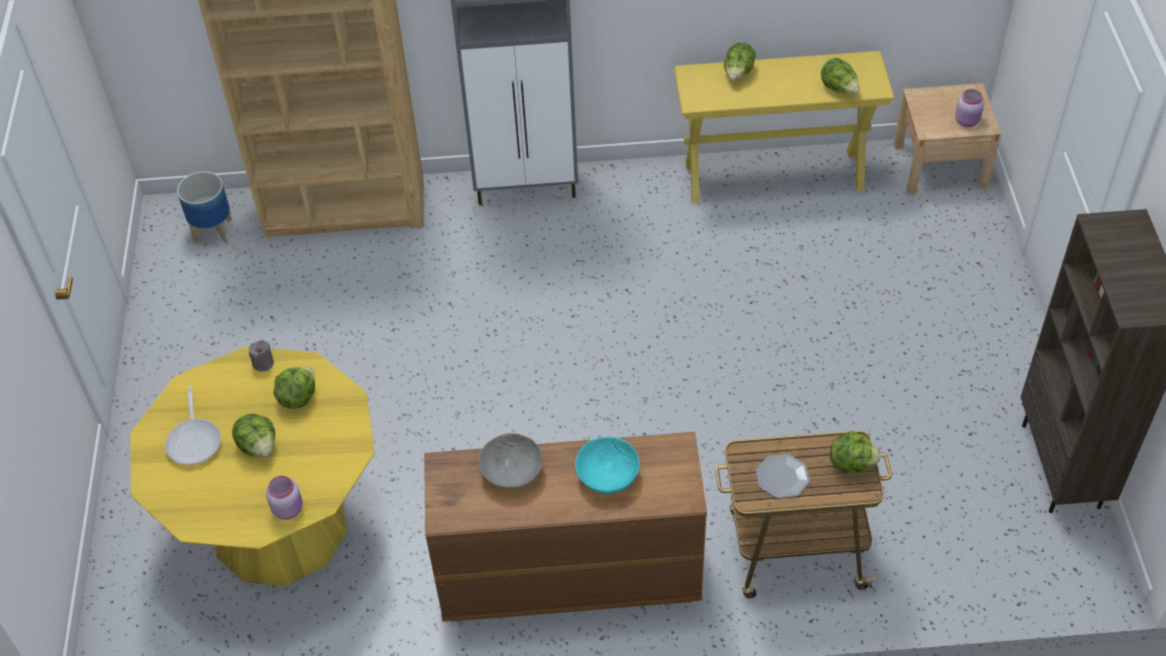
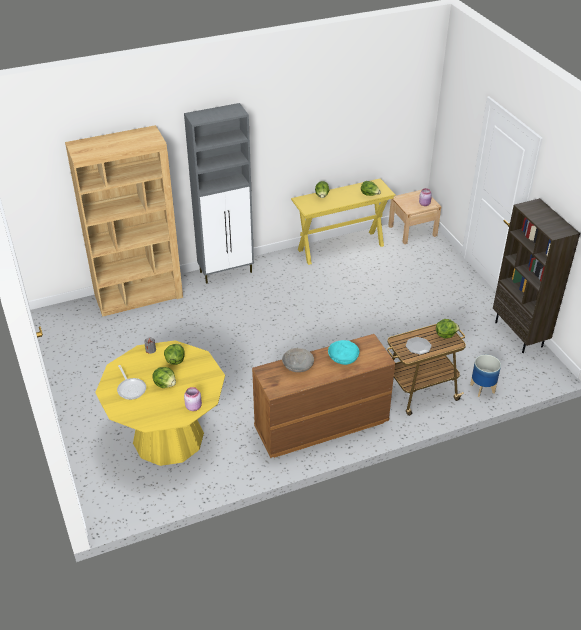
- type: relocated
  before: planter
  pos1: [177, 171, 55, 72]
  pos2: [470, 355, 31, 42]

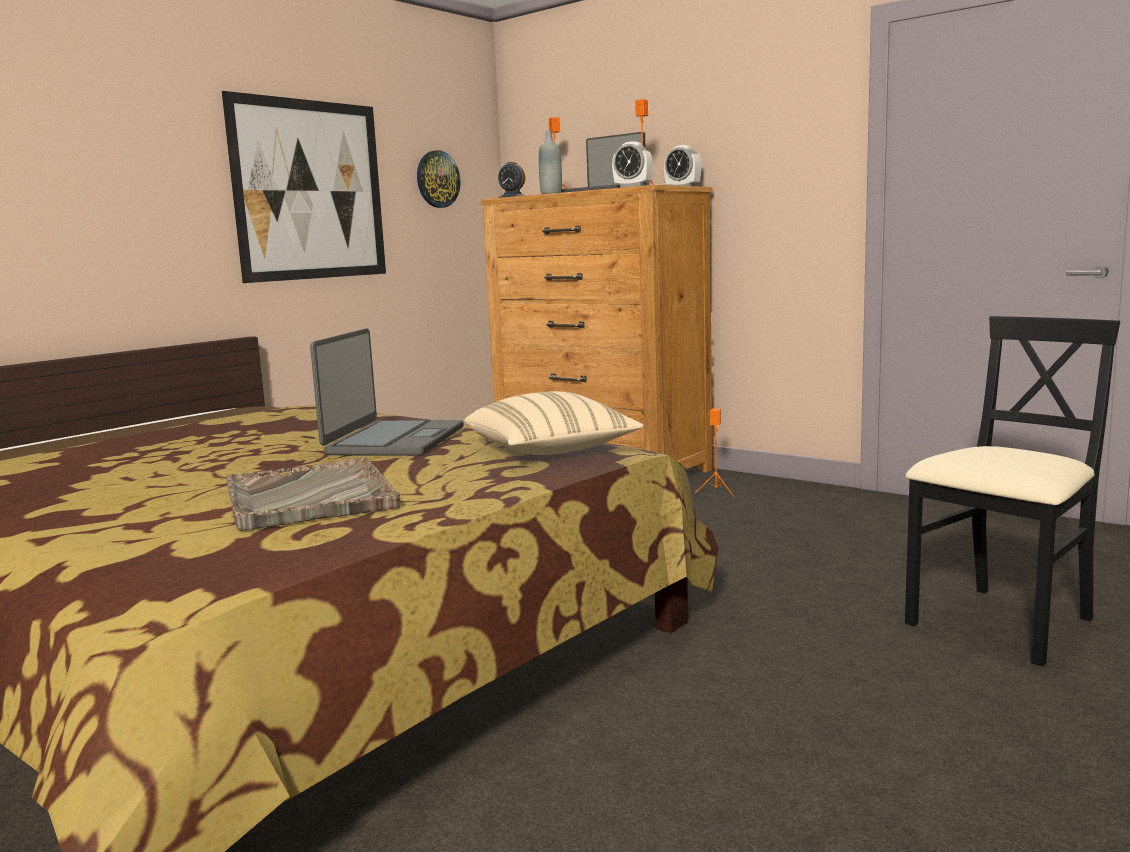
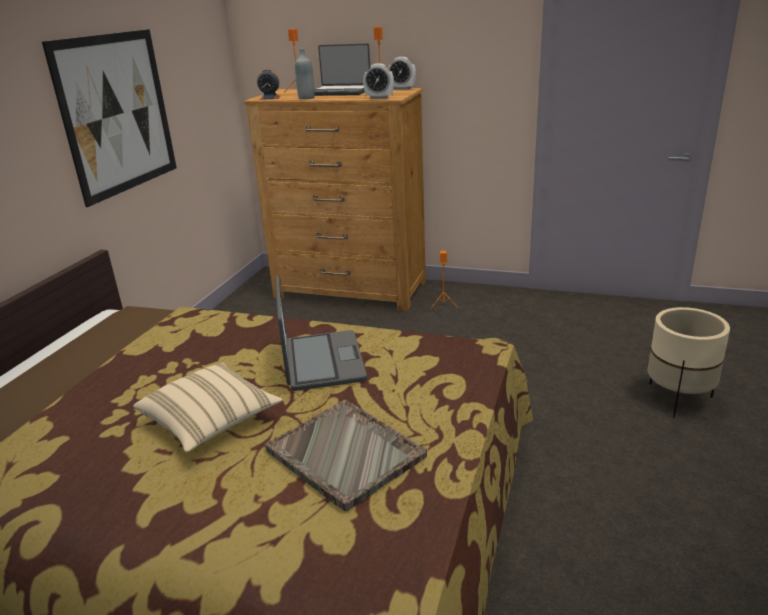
- type: relocated
  before: beige pillow
  pos1: [464, 391, 180, 64]
  pos2: [133, 363, 150, 89]
- type: exchanged
  before: black chair
  after: beige planter
  pos1: [905, 316, 215, 350]
  pos2: [647, 307, 83, 111]
- type: missing
  before: wall clock
  pos1: [417, 150, 43, 58]

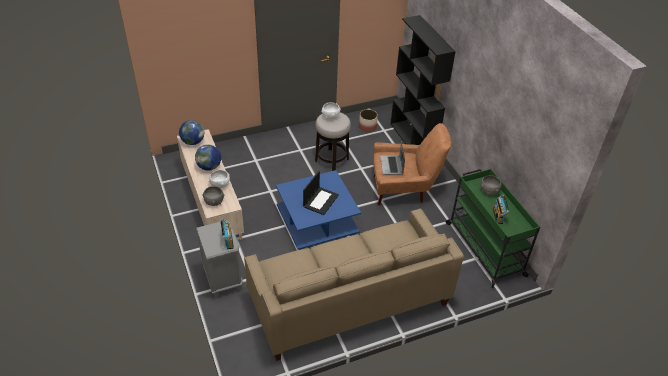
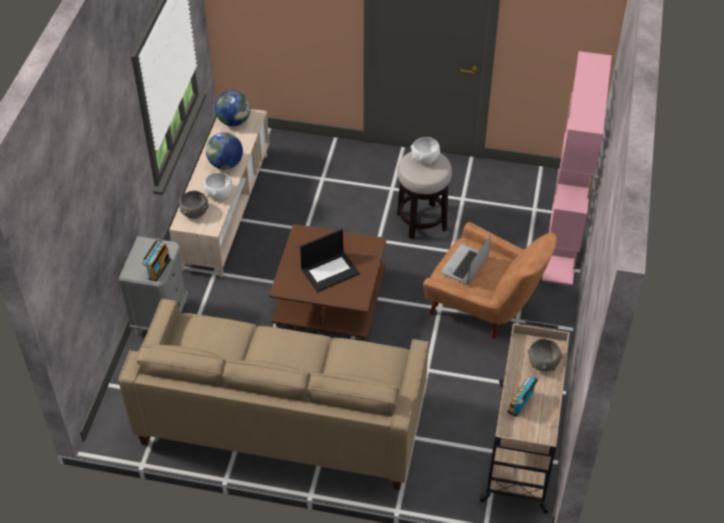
- type: colour
  before: blue coffee table
  after: brown coffee table
  pos1: [276, 170, 85, 80]
  pos2: [269, 224, 118, 116]
- type: colour
  before: green cart
  after: beige cart
  pos1: [446, 169, 94, 119]
  pos2: [479, 321, 91, 193]
- type: colour
  before: black bookcase
  after: pink bookcase
  pos1: [391, 15, 65, 130]
  pos2: [542, 51, 70, 234]
- type: missing
  before: planter
  pos1: [359, 109, 19, 23]

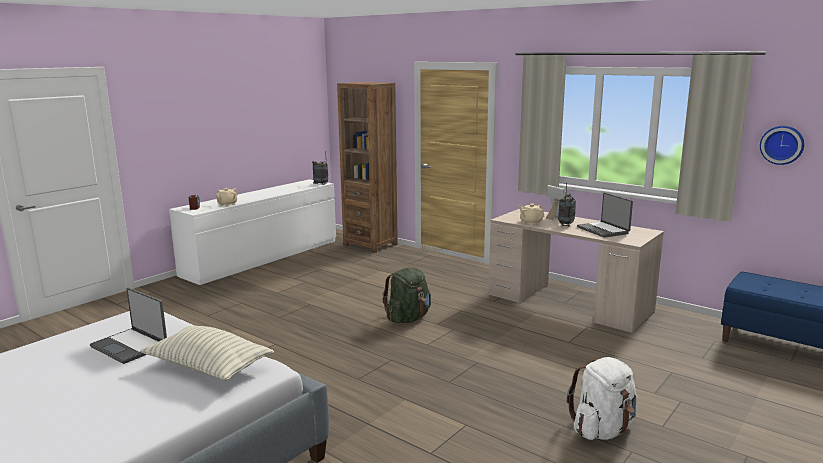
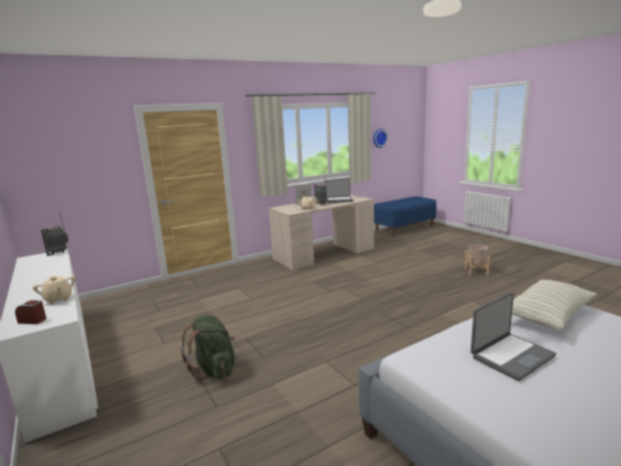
- type: relocated
  before: green backpack
  pos1: [382, 267, 49, 56]
  pos2: [181, 315, 54, 65]
- type: exchanged
  before: white backpack
  after: beige planter
  pos1: [567, 357, 71, 83]
  pos2: [465, 244, 25, 32]
- type: missing
  before: brown bookcase
  pos1: [337, 82, 61, 171]

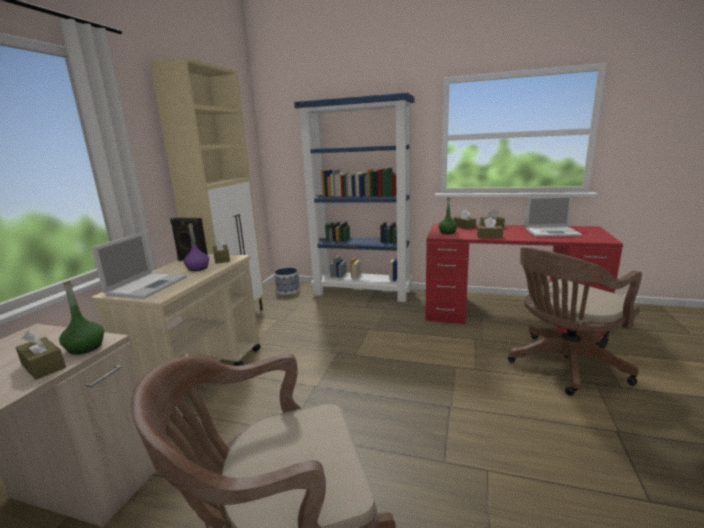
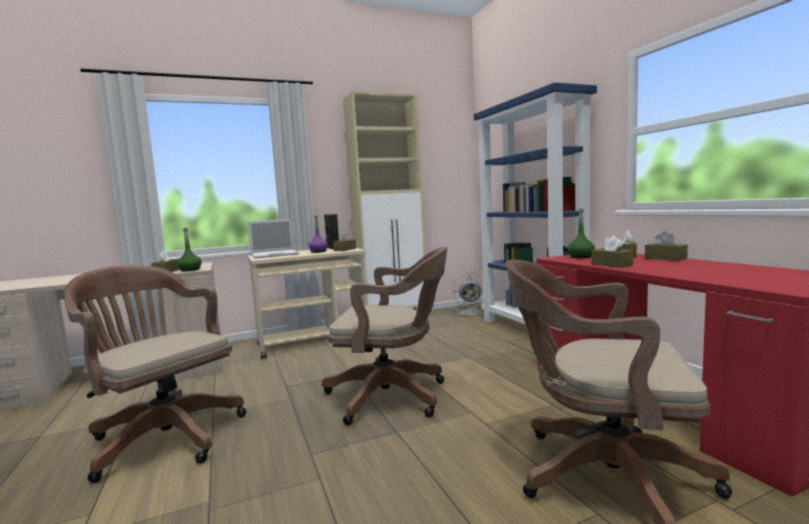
- type: appeared
  after: brown office chair
  pos2: [322, 247, 126, 178]
- type: exchanged
  before: planter
  after: grey fan
  pos1: [274, 268, 26, 27]
  pos2: [452, 273, 32, 43]
- type: missing
  before: laptop
  pos1: [525, 195, 57, 42]

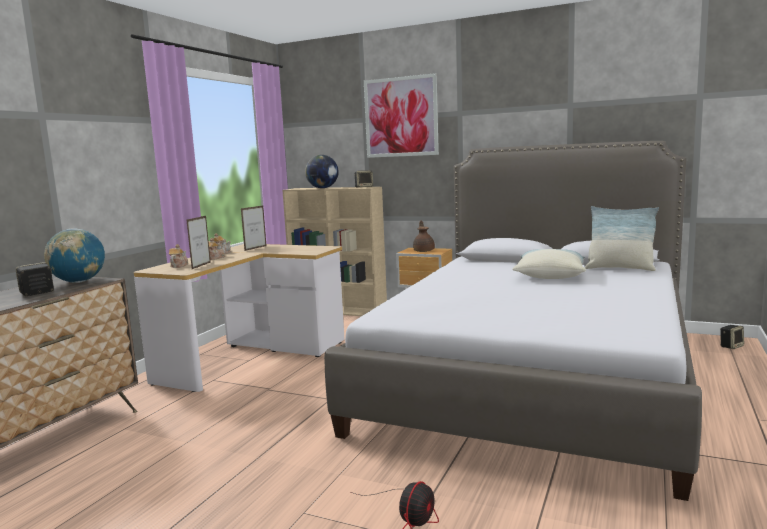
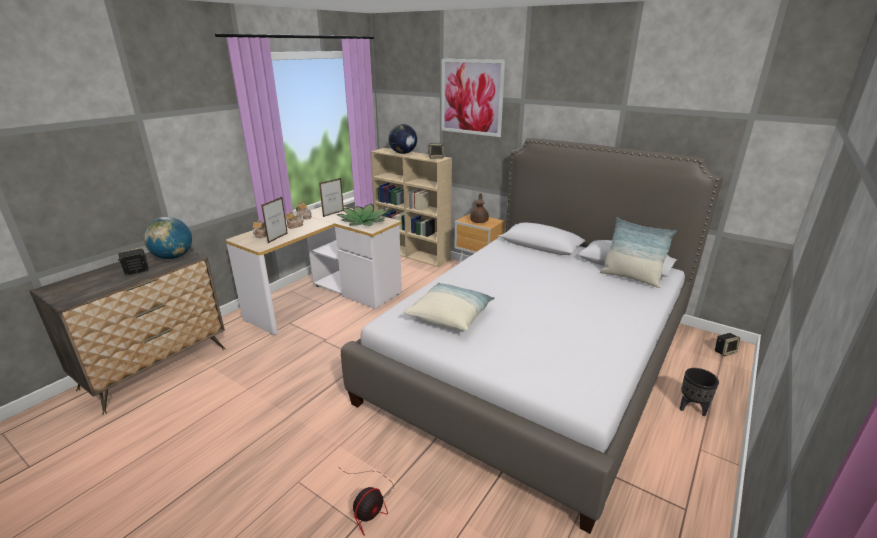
- type: appeared
  after: potted plant
  pos2: [337, 204, 52, 22]
- type: relocated
  before: pillow
  pos1: [512, 249, 74, 30]
  pos2: [403, 283, 92, 48]
- type: appeared
  after: black planter
  pos2: [680, 368, 39, 49]

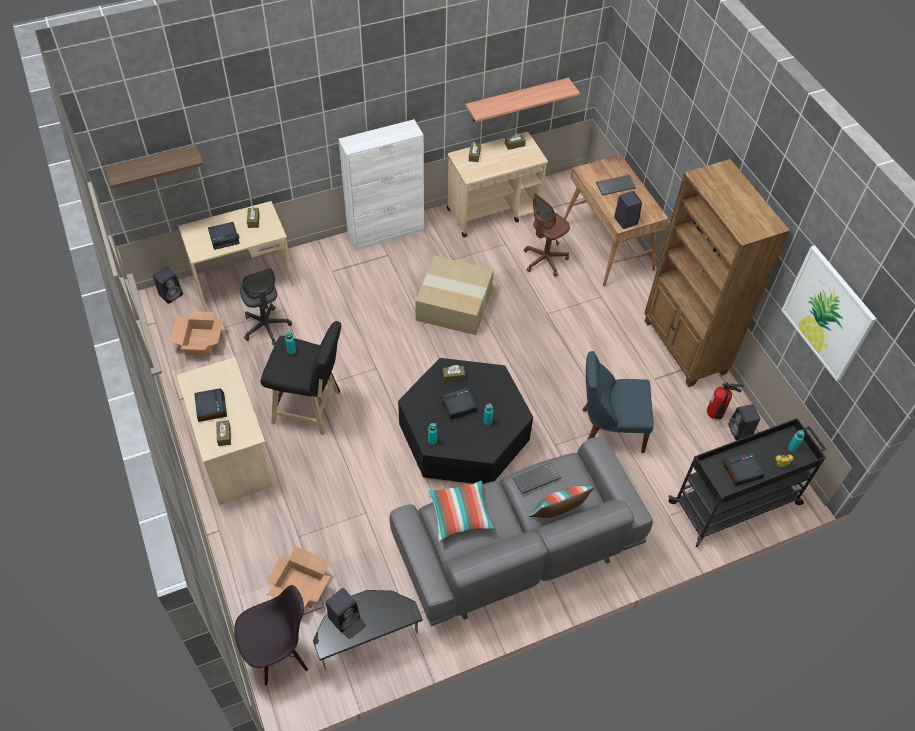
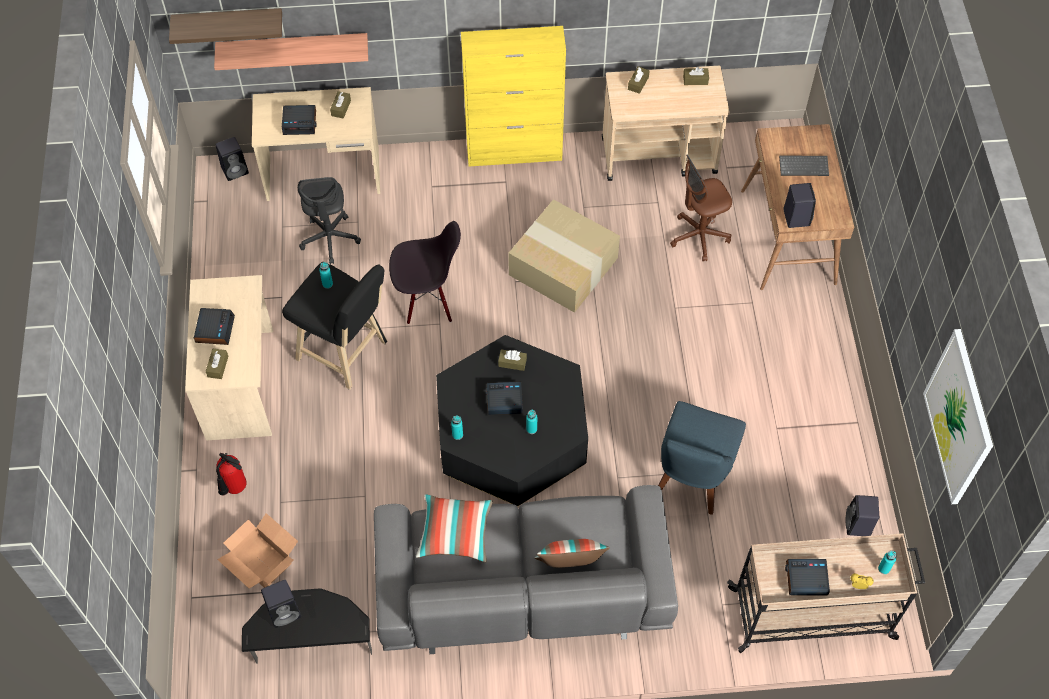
- type: relocated
  before: shelf
  pos1: [465, 78, 115, 44]
  pos2: [214, 33, 154, 37]
- type: relocated
  before: fire extinguisher
  pos1: [707, 382, 37, 37]
  pos2: [216, 453, 30, 42]
- type: relocated
  before: black chair
  pos1: [234, 585, 74, 101]
  pos2: [389, 221, 72, 103]
- type: colour
  before: white cabinet
  after: yellow cabinet
  pos1: [339, 119, 85, 132]
  pos2: [461, 26, 105, 140]
- type: spun
  before: blue chair
  pos1: [583, 351, 71, 102]
  pos2: [658, 401, 88, 114]
  turn: -90
- type: colour
  before: black cart
  after: beige cart
  pos1: [668, 418, 158, 129]
  pos2: [727, 533, 198, 120]
- type: missing
  before: cardboard box
  pos1: [170, 311, 54, 45]
- type: missing
  before: keyboard
  pos1: [513, 463, 48, 31]
- type: missing
  before: brown bookcase
  pos1: [644, 159, 146, 228]

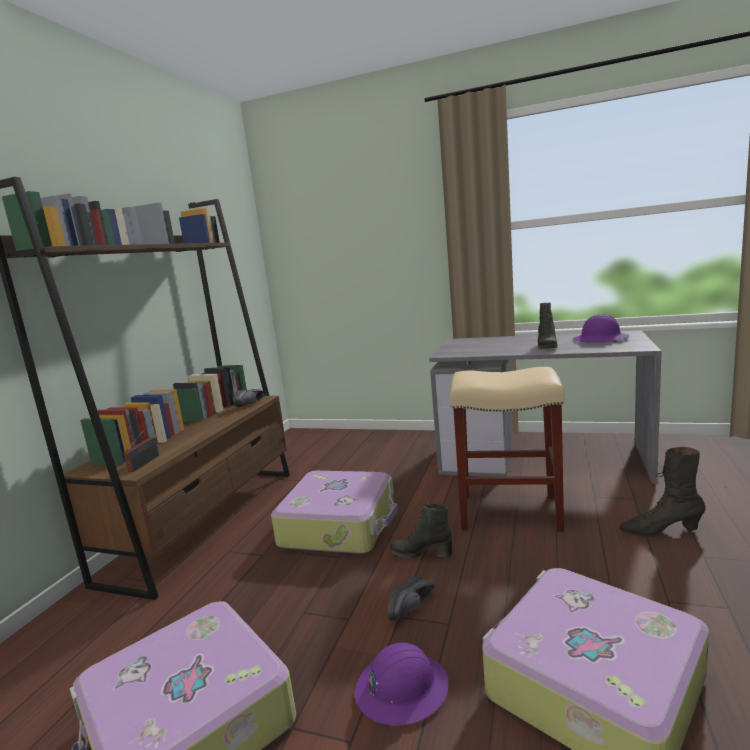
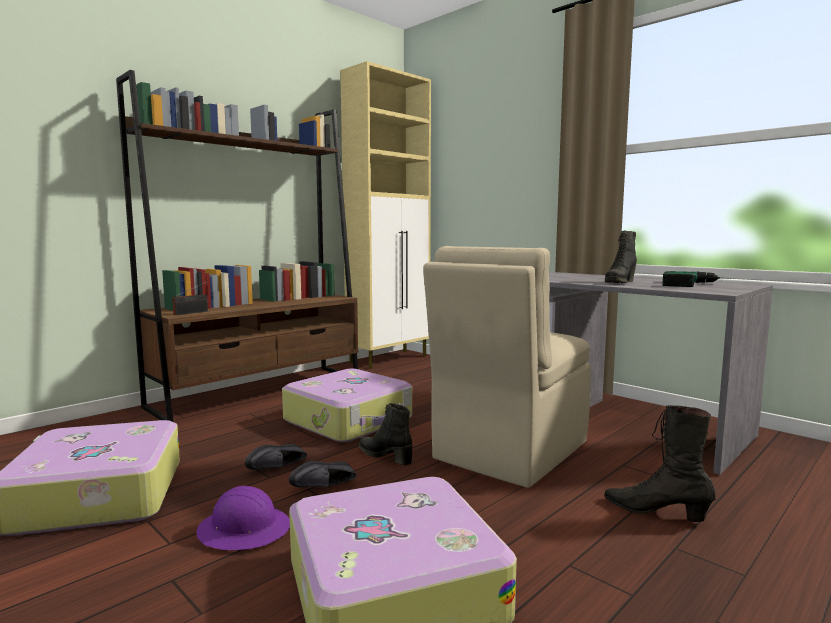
- type: relocated
  before: black shoe
  pos1: [233, 389, 34, 18]
  pos2: [245, 444, 62, 26]
- type: appeared
  after: beige cabinet
  pos2: [340, 61, 91, 308]
- type: exchanged
  before: beige stool
  after: beige chair
  pos1: [450, 367, 114, 165]
  pos2: [423, 246, 168, 242]
- type: exchanged
  before: purple hard hat
  after: power drill
  pos1: [573, 314, 56, 29]
  pos2: [662, 271, 70, 16]

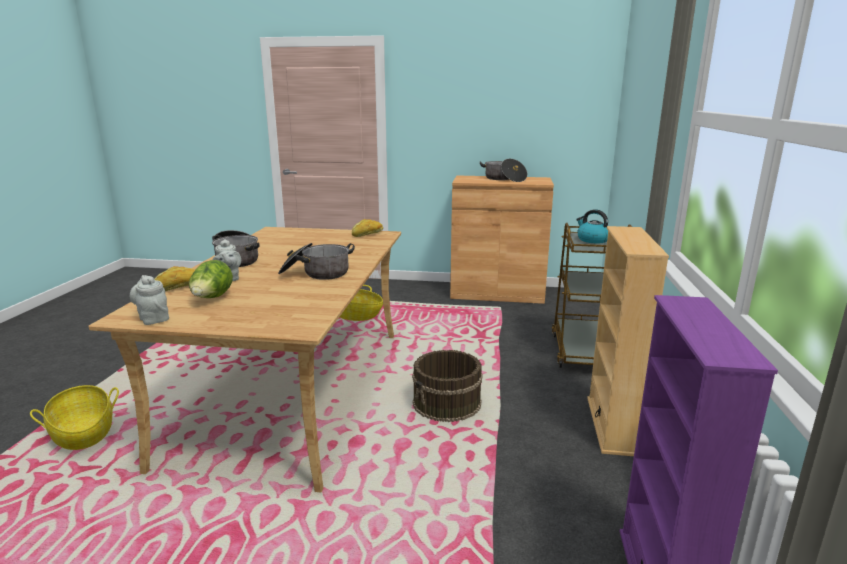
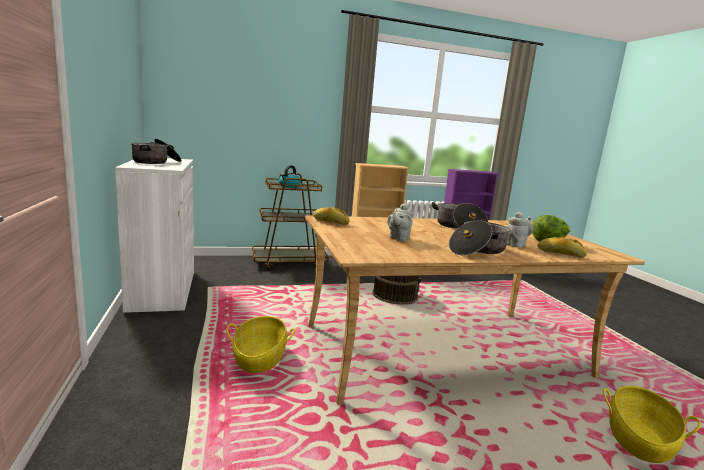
- type: colour
  before: brown cabinet
  after: white cabinet
  pos1: [450, 175, 104, 129]
  pos2: [115, 158, 79, 155]
- type: relocated
  before: grey teapot
  pos1: [130, 275, 39, 50]
  pos2: [387, 203, 26, 38]

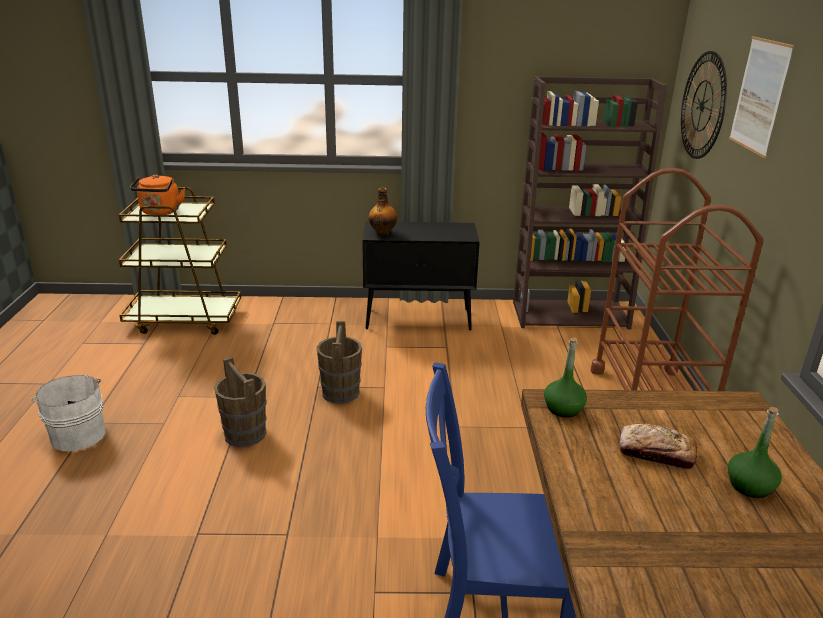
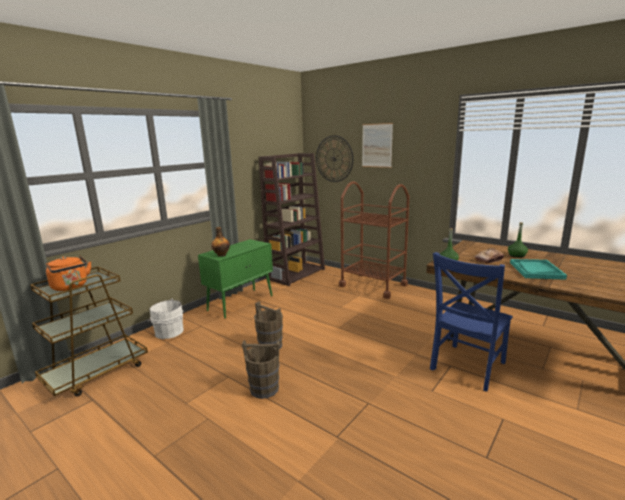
- type: relocated
  before: white bucket
  pos1: [31, 375, 75, 76]
  pos2: [149, 298, 35, 41]
- type: colour
  before: black cabinet
  after: green cabinet
  pos1: [362, 221, 118, 110]
  pos2: [198, 239, 75, 80]
- type: appeared
  after: turquoise tray
  pos2: [510, 259, 57, 21]

